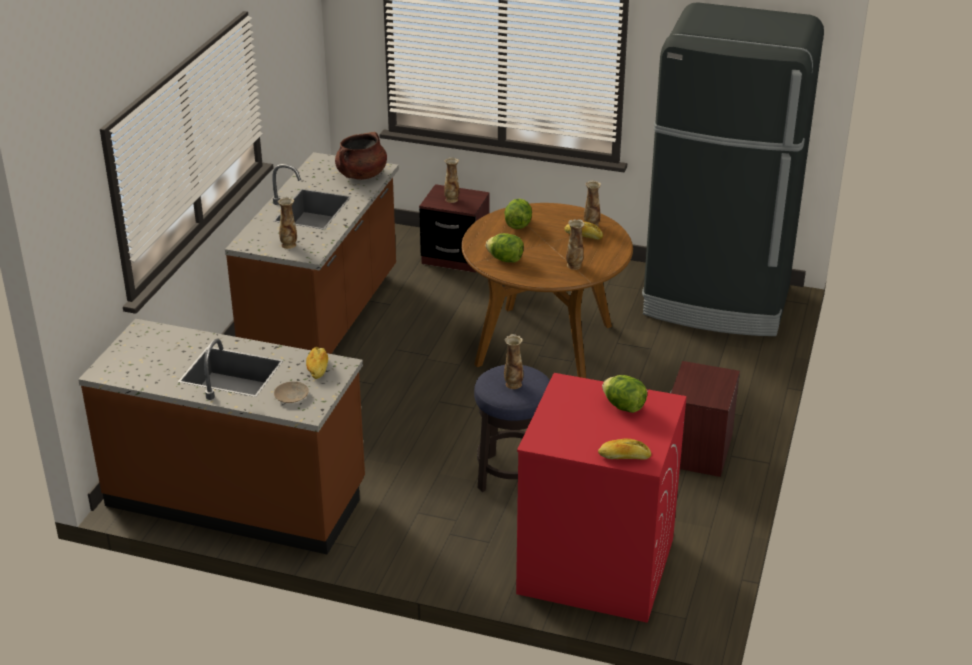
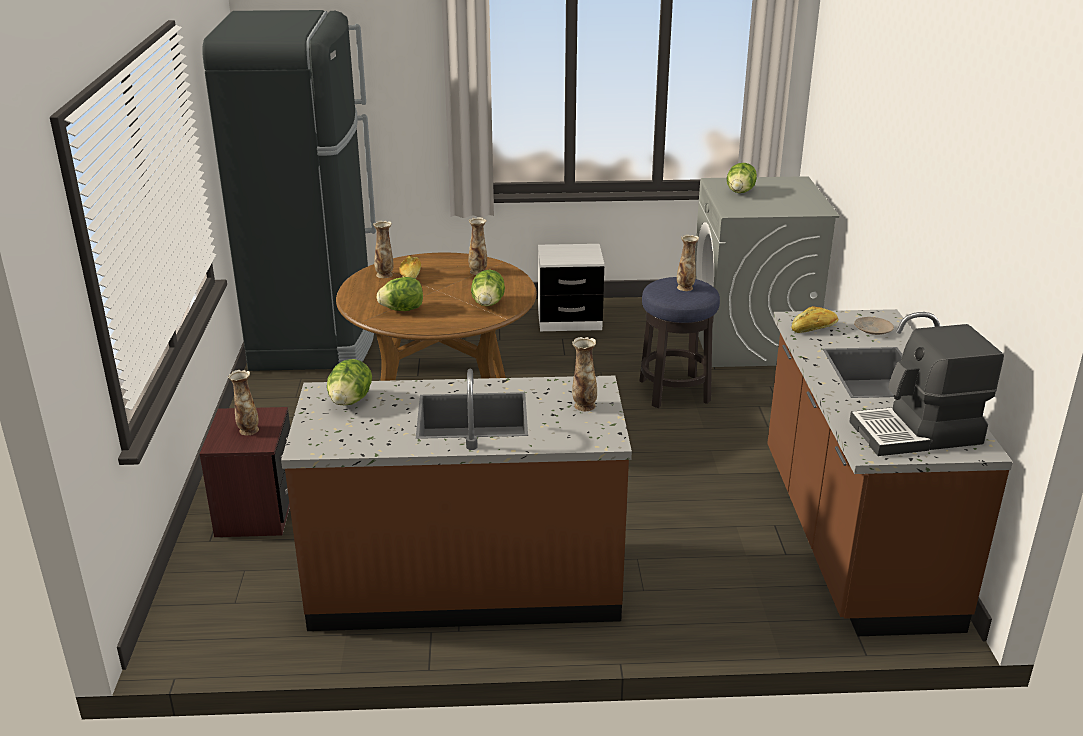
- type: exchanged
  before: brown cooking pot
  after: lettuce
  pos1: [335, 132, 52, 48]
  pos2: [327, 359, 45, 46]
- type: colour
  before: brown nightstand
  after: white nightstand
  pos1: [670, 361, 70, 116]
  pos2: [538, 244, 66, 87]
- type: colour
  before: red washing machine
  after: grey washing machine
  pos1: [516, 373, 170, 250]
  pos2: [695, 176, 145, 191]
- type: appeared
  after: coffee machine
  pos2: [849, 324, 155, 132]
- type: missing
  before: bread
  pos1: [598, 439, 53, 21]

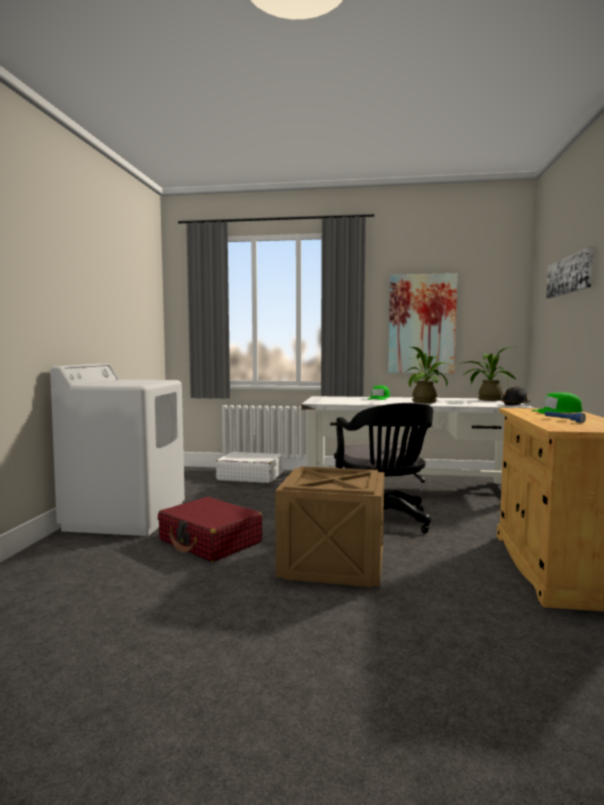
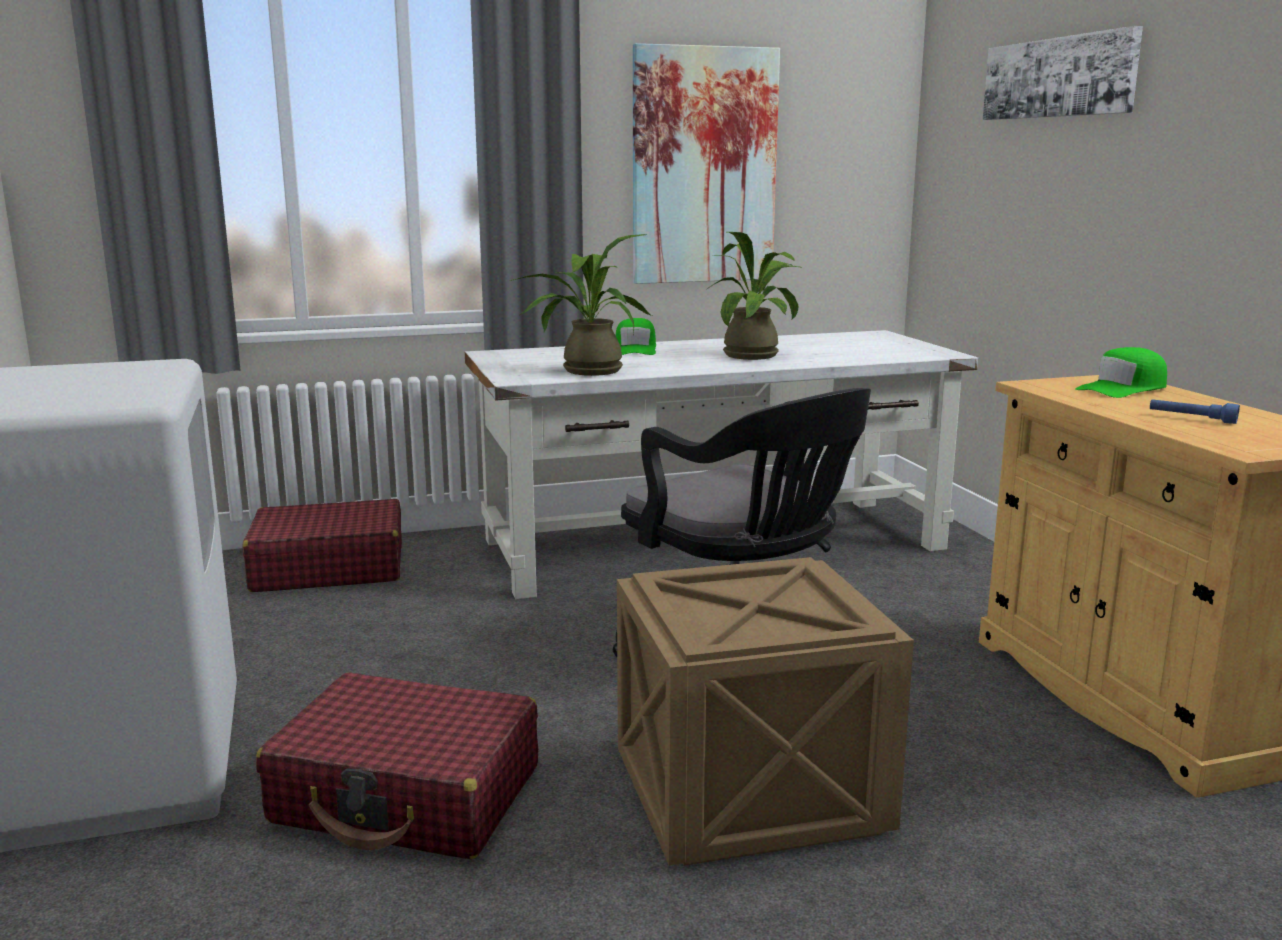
- type: colour
  before: white suitcase
  after: red suitcase
  pos1: [216, 452, 67, 31]
  pos2: [242, 499, 160, 93]
- type: relocated
  before: potted plant
  pos1: [459, 347, 58, 54]
  pos2: [510, 234, 142, 142]
- type: missing
  before: black hard hat
  pos1: [501, 386, 30, 20]

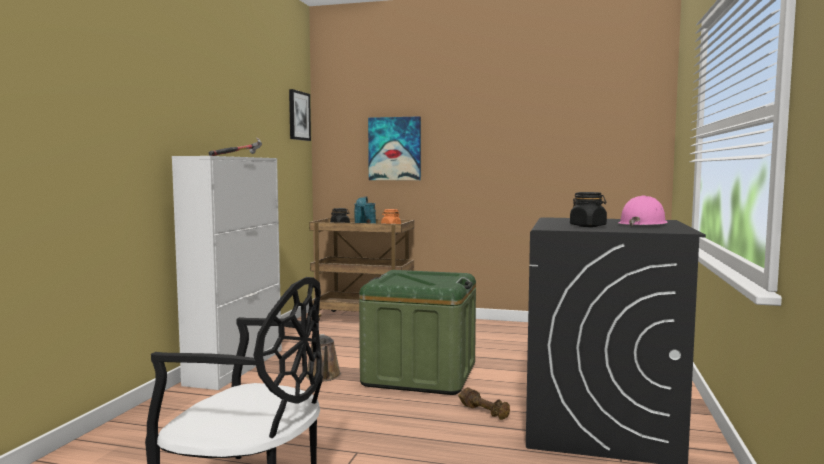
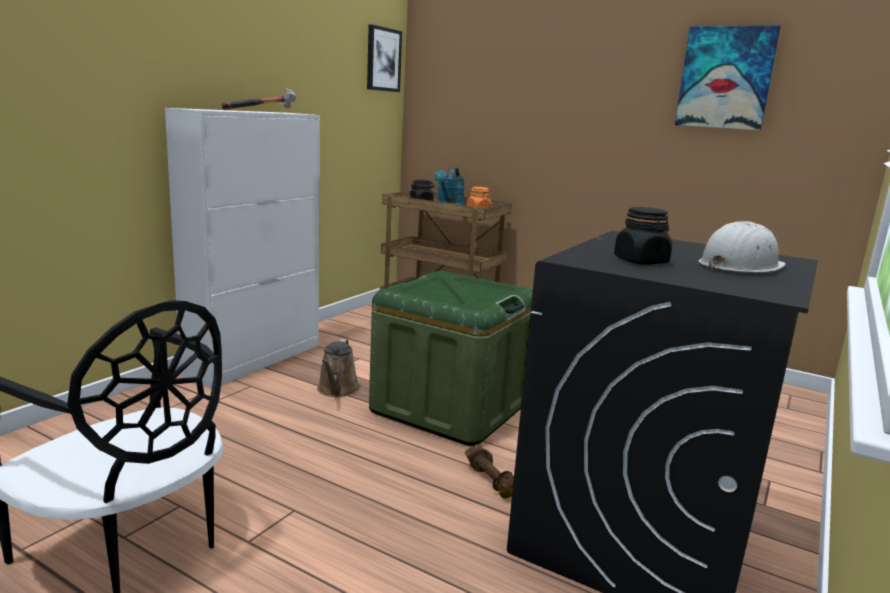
- type: relocated
  before: picture
  pos1: [368, 116, 53, 64]
  pos2: [675, 25, 106, 106]
- type: colour
  before: pink hard hat
  after: white hard hat
  pos1: [619, 195, 49, 32]
  pos2: [698, 221, 88, 52]

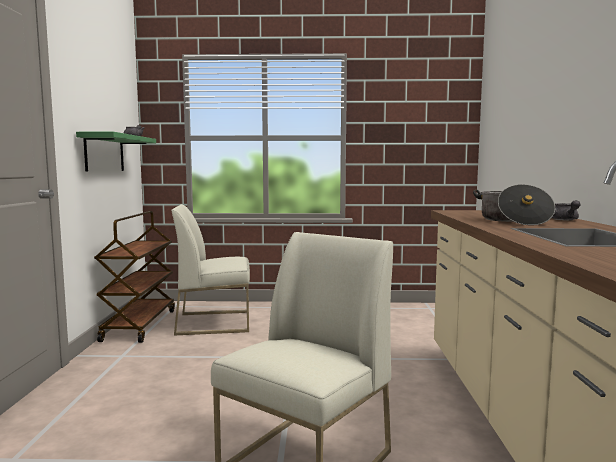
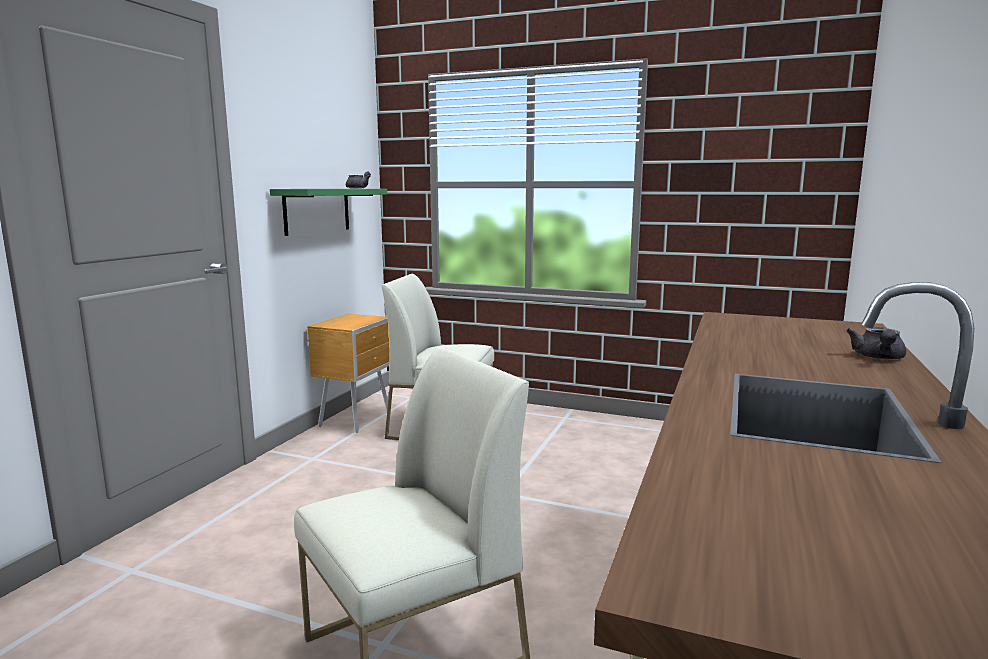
- type: exchanged
  before: brown cart
  after: brown nightstand
  pos1: [94, 211, 81, 132]
  pos2: [307, 314, 82, 119]
- type: missing
  before: cooking pot
  pos1: [473, 184, 82, 42]

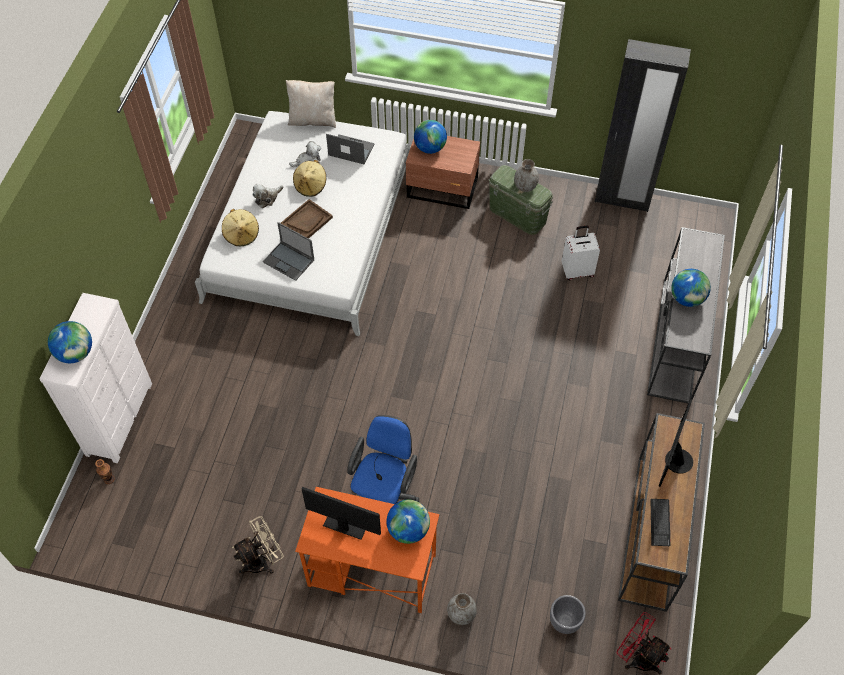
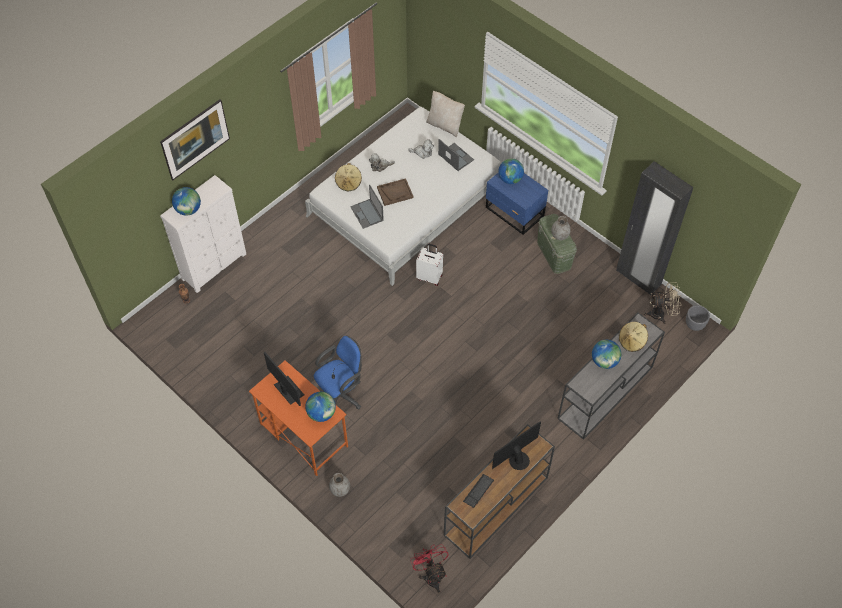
- type: appeared
  after: picture
  pos2: [160, 100, 70, 80]
- type: relocated
  before: white suitcase
  pos1: [561, 226, 39, 54]
  pos2: [416, 244, 27, 42]
- type: colour
  before: brown nightstand
  after: blue nightstand
  pos1: [406, 136, 74, 73]
  pos2: [486, 173, 62, 62]
- type: relocated
  before: beige hat
  pos1: [293, 160, 33, 37]
  pos2: [619, 322, 29, 30]
- type: relocated
  before: beige fan
  pos1: [232, 516, 52, 59]
  pos2: [644, 283, 37, 41]
- type: relocated
  before: grey planter
  pos1: [550, 595, 36, 39]
  pos2: [686, 305, 24, 26]

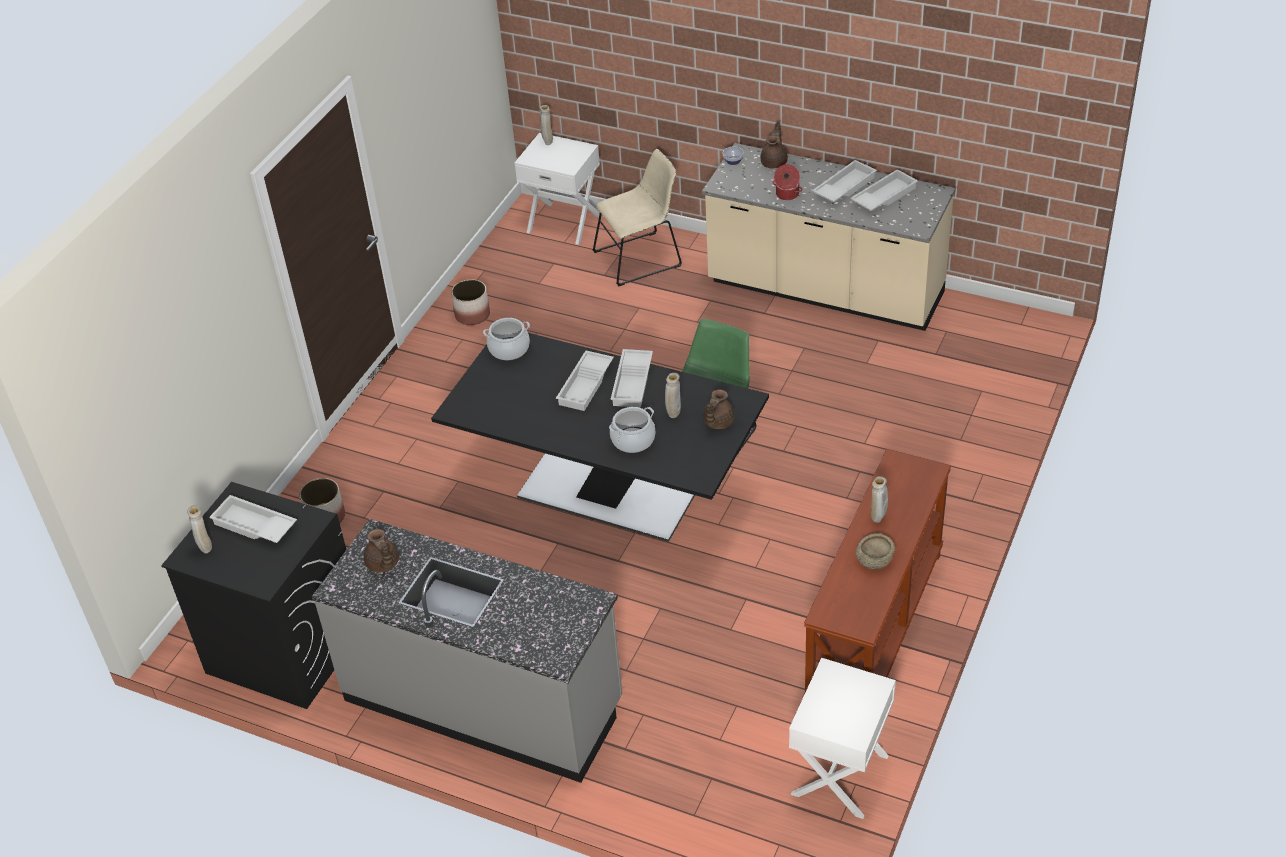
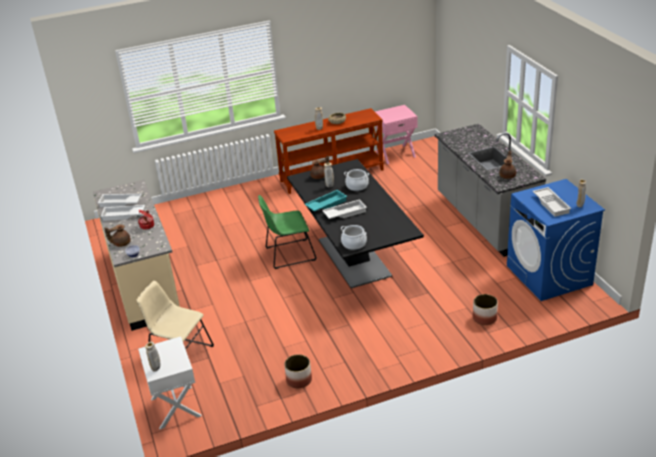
- type: colour
  before: white tray
  after: turquoise tray
  pos1: [611, 349, 42, 59]
  pos2: [305, 190, 42, 22]
- type: colour
  before: white nightstand
  after: pink nightstand
  pos1: [789, 658, 107, 161]
  pos2: [375, 105, 43, 59]
- type: colour
  before: black washing machine
  after: blue washing machine
  pos1: [161, 482, 185, 227]
  pos2: [507, 179, 98, 122]

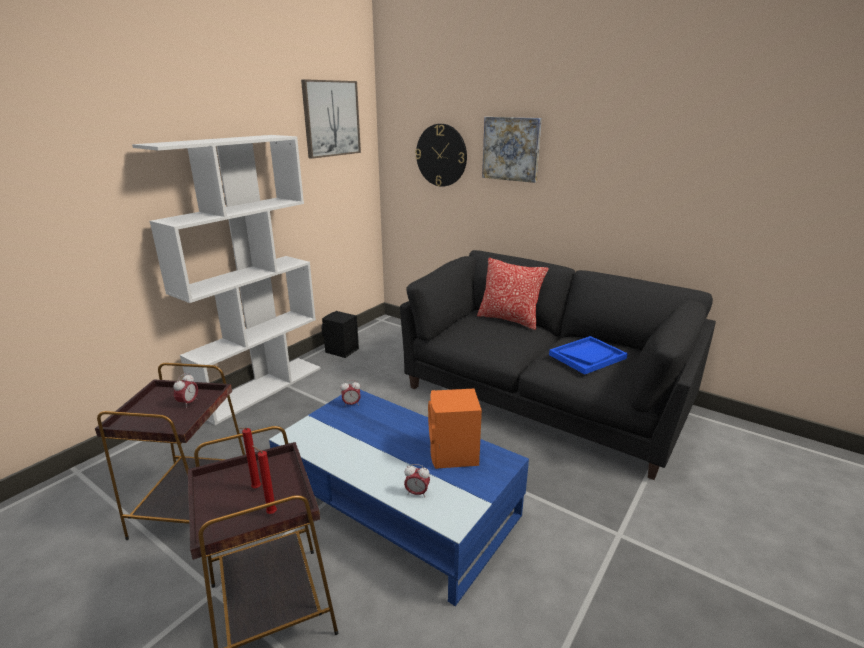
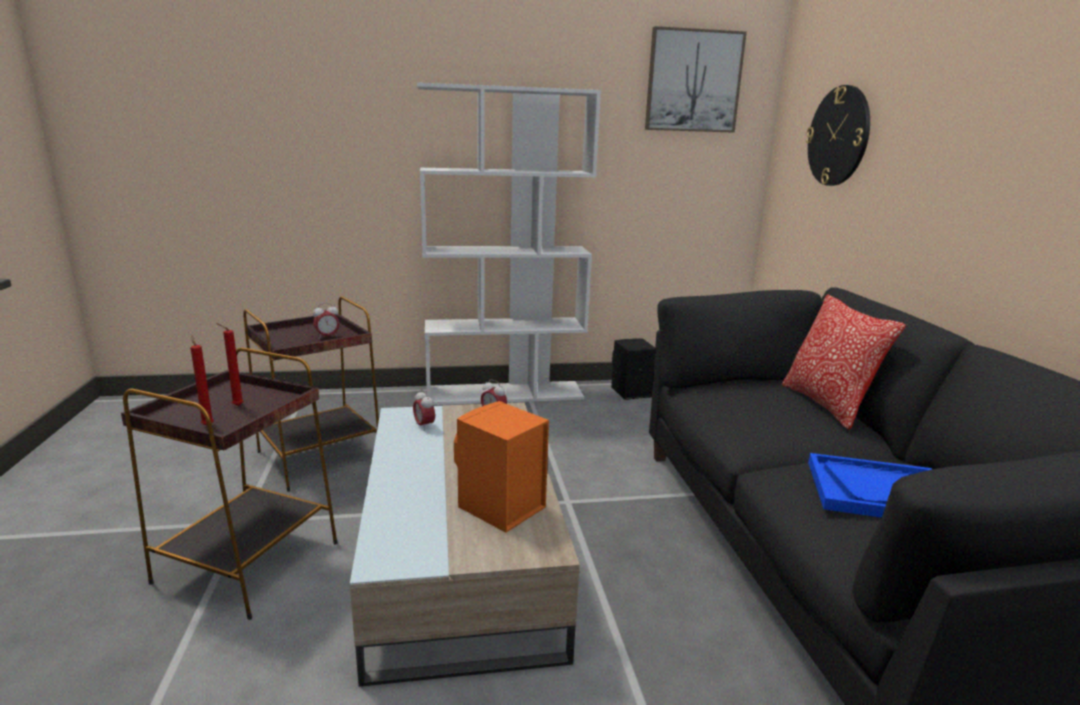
- type: colour
  before: blue coffee table
  after: beige coffee table
  pos1: [269, 390, 260, 216]
  pos2: [350, 402, 230, 285]
- type: relocated
  before: alarm clock
  pos1: [404, 464, 26, 32]
  pos2: [413, 389, 22, 42]
- type: missing
  before: picture
  pos1: [482, 117, 60, 66]

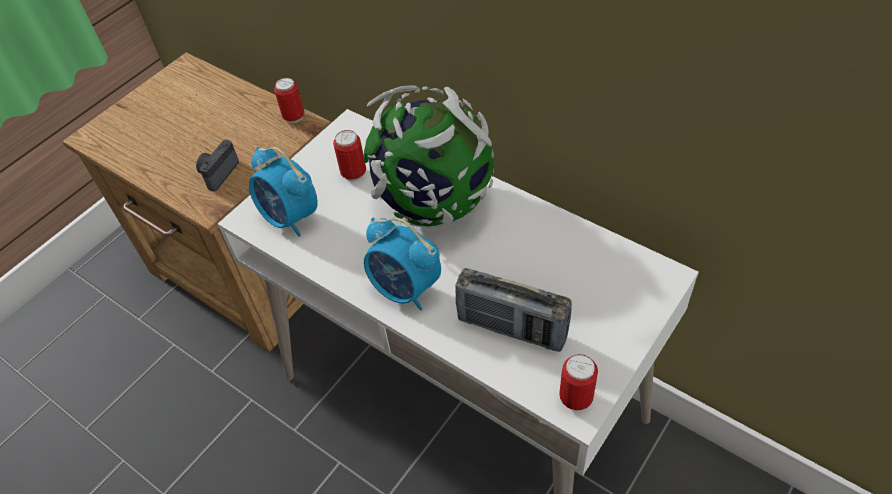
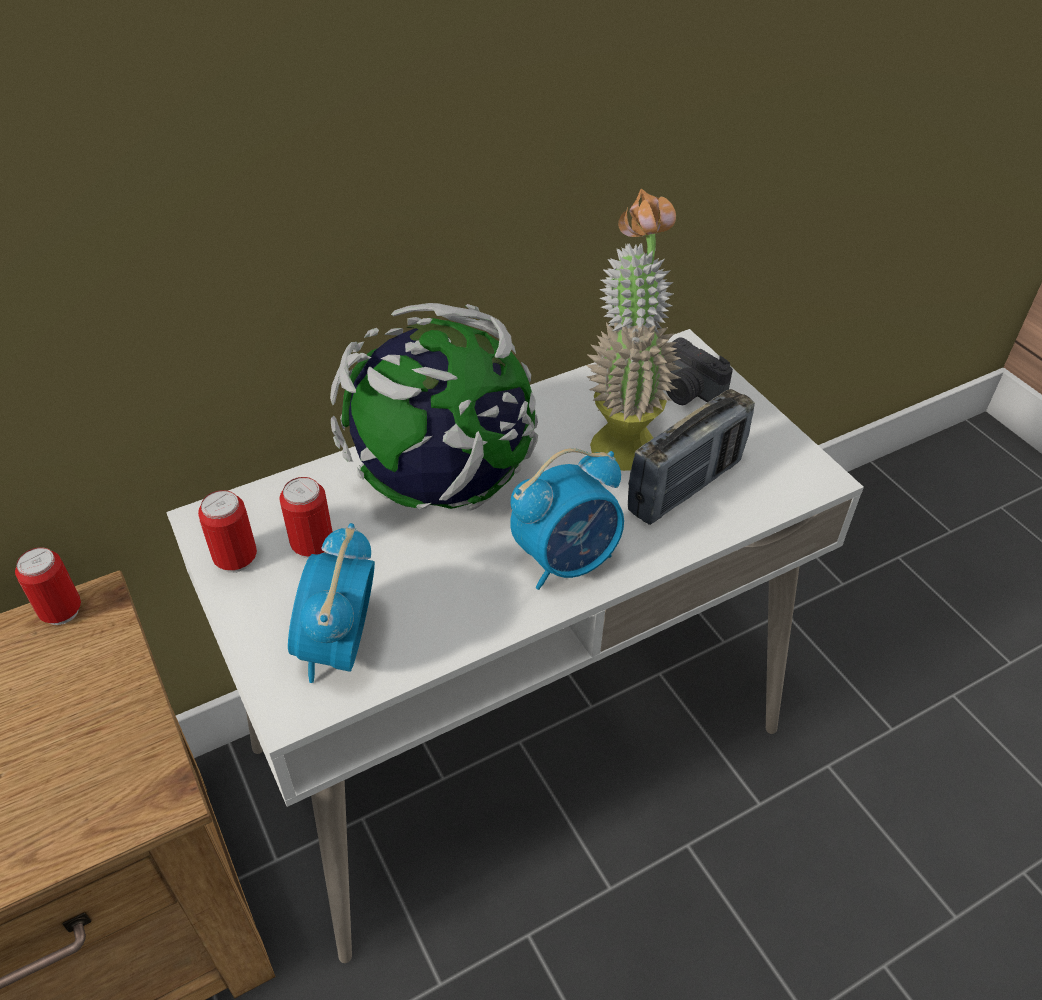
- type: relocated
  before: can
  pos1: [559, 354, 39, 56]
  pos2: [198, 490, 59, 83]
- type: spun
  before: alarm clock
  pos1: [249, 147, 69, 90]
  pos2: [288, 523, 87, 160]
  turn: 120
- type: appeared
  after: potted plant
  pos2: [586, 189, 95, 282]
- type: relocated
  before: photo camera
  pos1: [196, 139, 43, 52]
  pos2: [666, 337, 67, 68]

